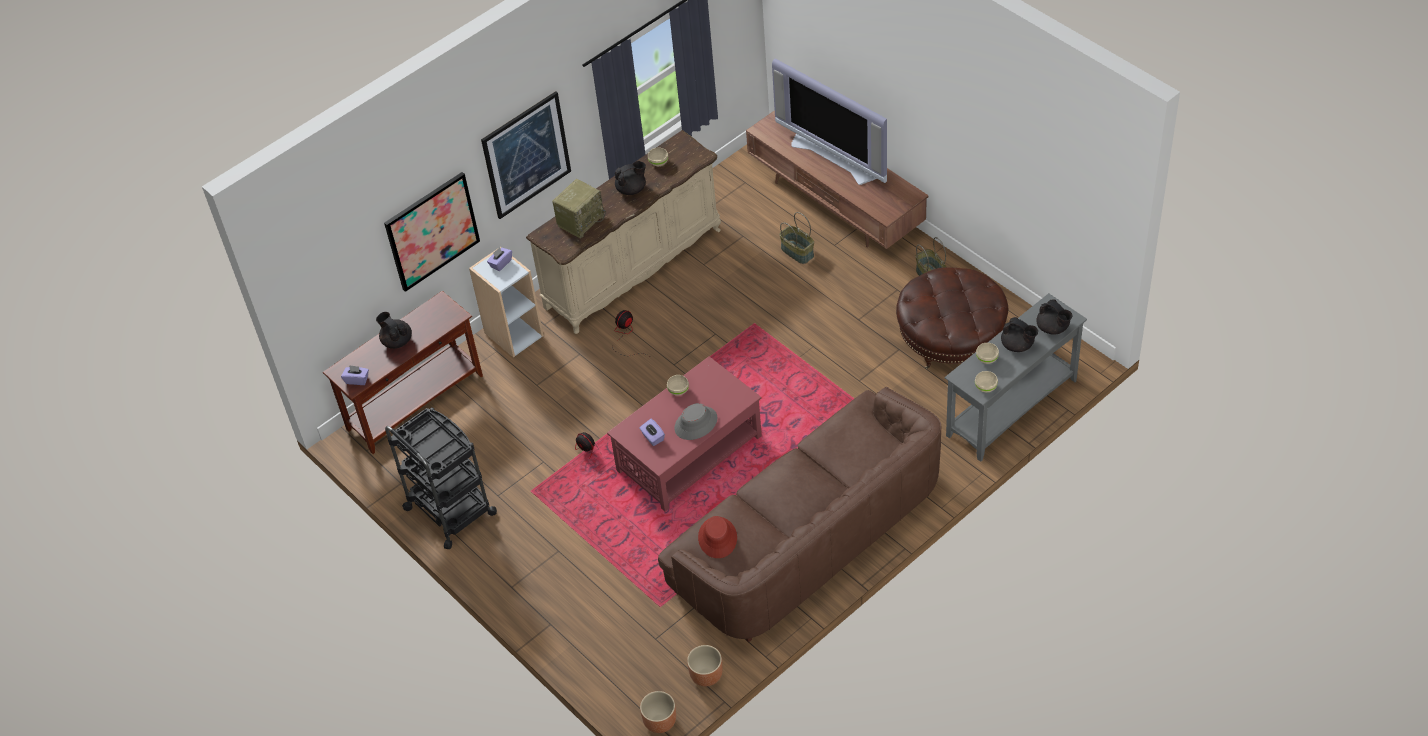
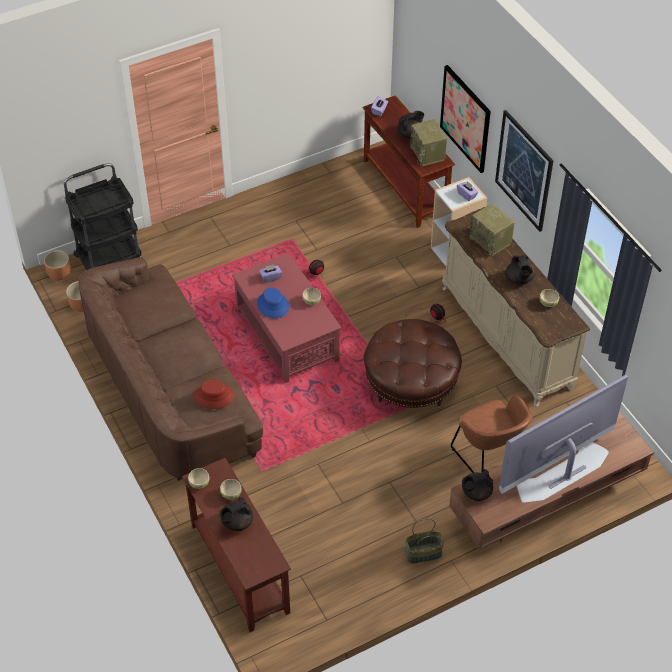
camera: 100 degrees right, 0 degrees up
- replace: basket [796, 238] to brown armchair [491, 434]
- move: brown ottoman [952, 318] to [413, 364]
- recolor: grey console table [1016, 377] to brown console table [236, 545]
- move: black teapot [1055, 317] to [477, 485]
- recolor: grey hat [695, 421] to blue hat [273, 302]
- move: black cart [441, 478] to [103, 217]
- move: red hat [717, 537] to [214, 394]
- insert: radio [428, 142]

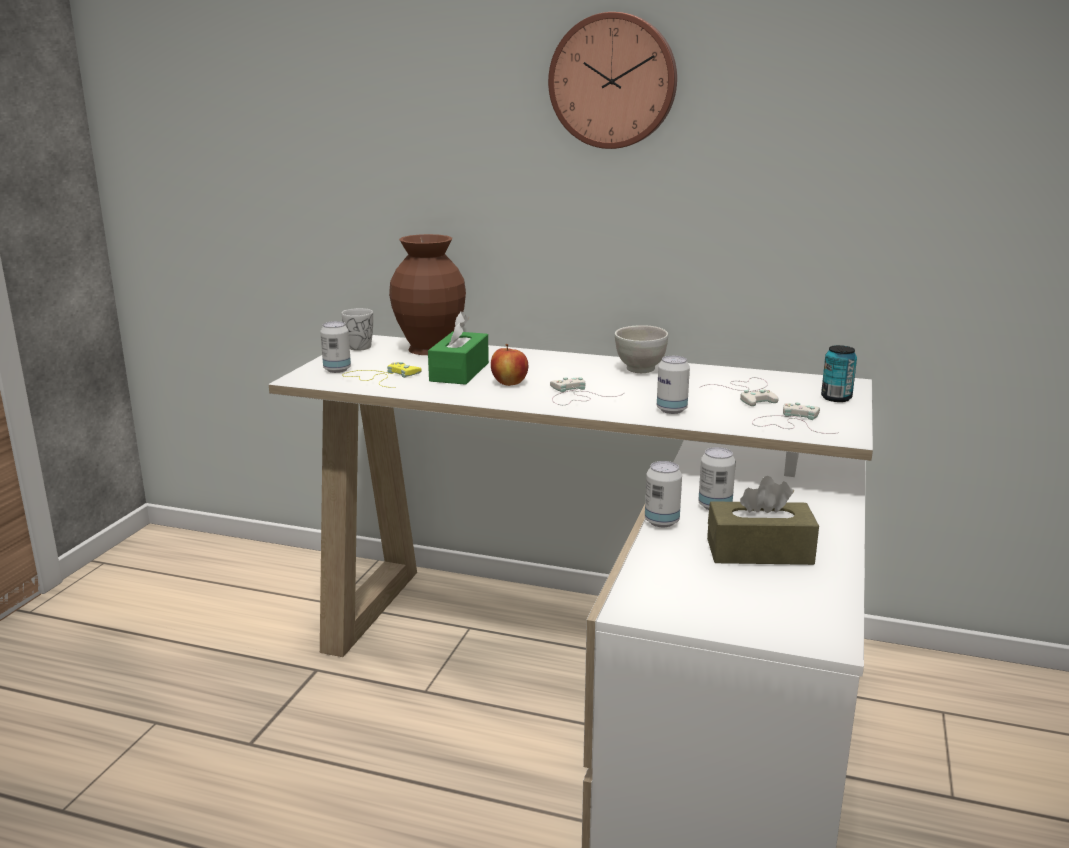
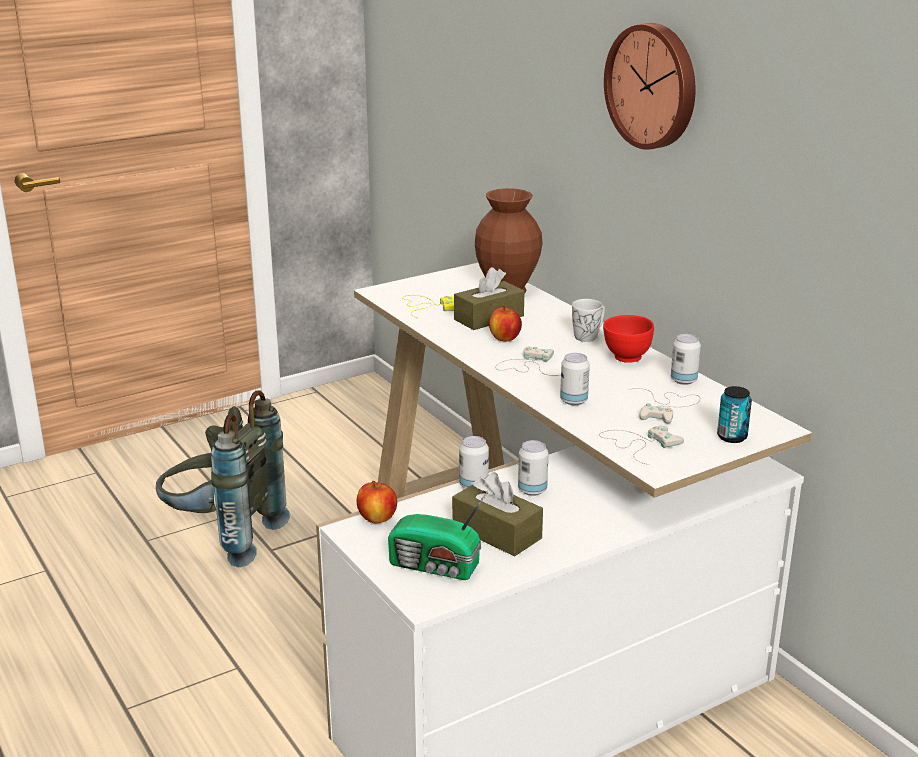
camera: 40 degrees right, 5 degrees up
- move: white mug [357, 329] to [588, 320]
- recolor: green tissue box [458, 348] to brown tissue box [489, 298]
- move: can [335, 347] to [686, 359]
- recolor: white bowl [641, 349] to red bowl [628, 339]
- insert: grey backpack [223, 479]
- insert: apple [377, 502]
- insert: radio [438, 535]

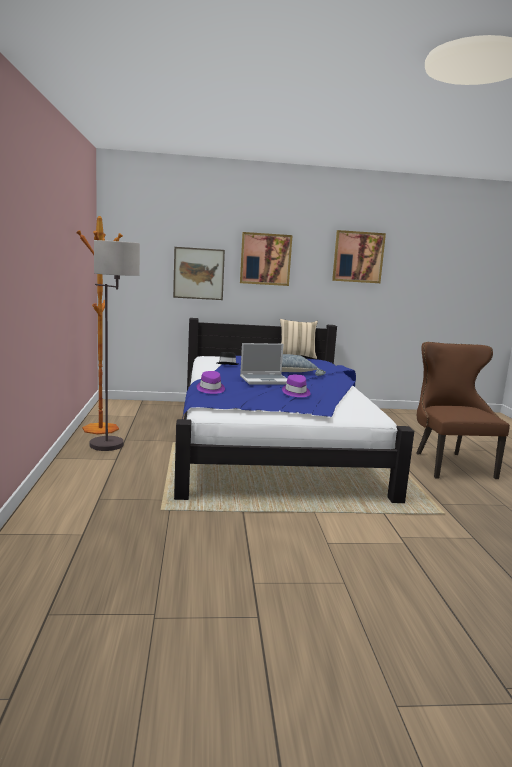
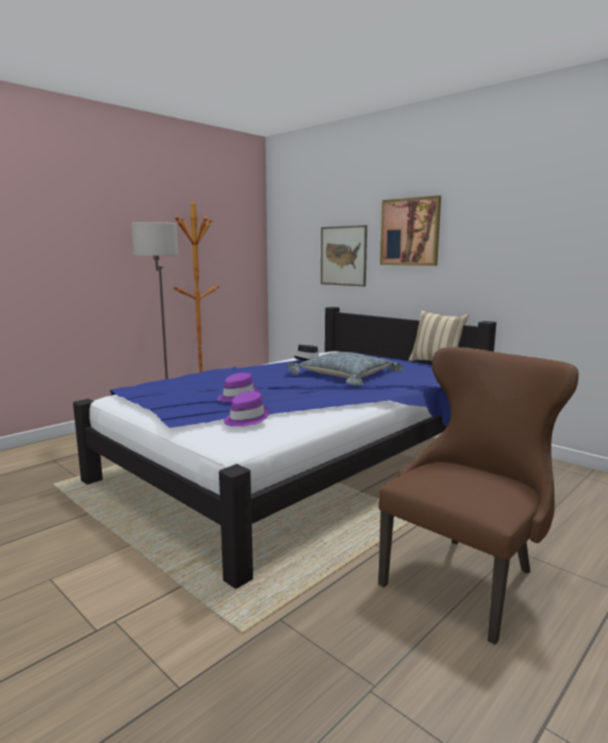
camera: 50 degrees right, 0 degrees up
- delete: picture [359, 256]
- delete: laptop [263, 364]
- move: purple hat [211, 382] to [246, 408]

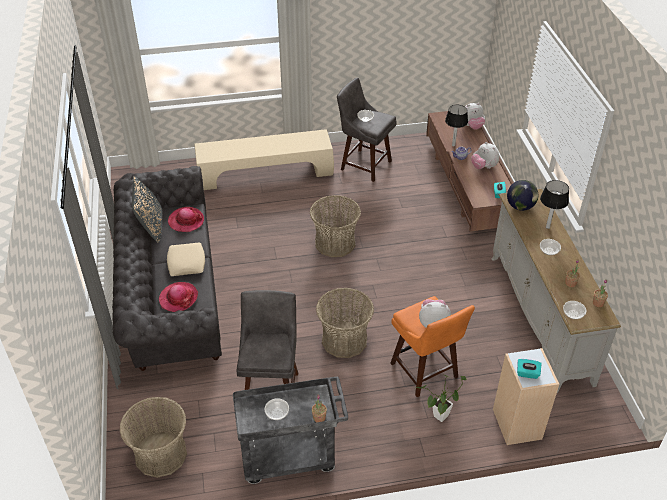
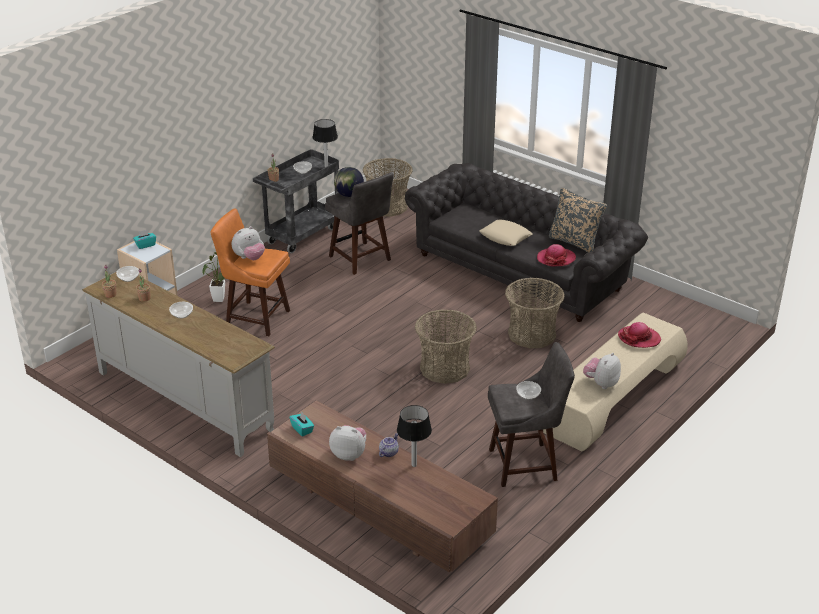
camera: 140 degrees right, 10 degrees down
- move: plush toy [475, 116] to [602, 371]
- move: globe [522, 195] to [349, 182]
- move: table lamp [554, 204] to [325, 143]
- move: hat [178, 297] to [639, 335]
- move: basket [345, 323] to [535, 313]

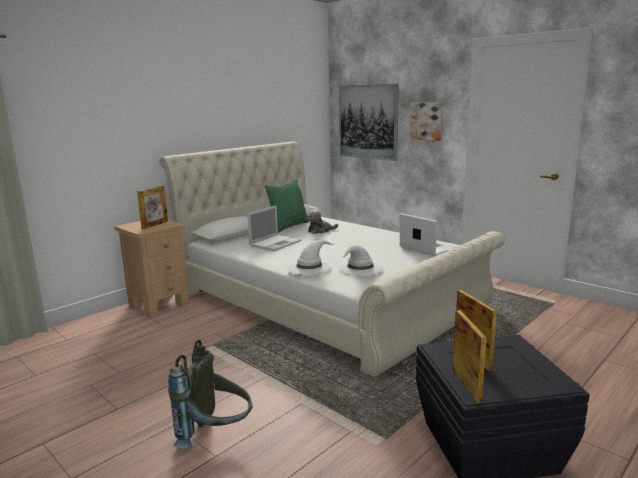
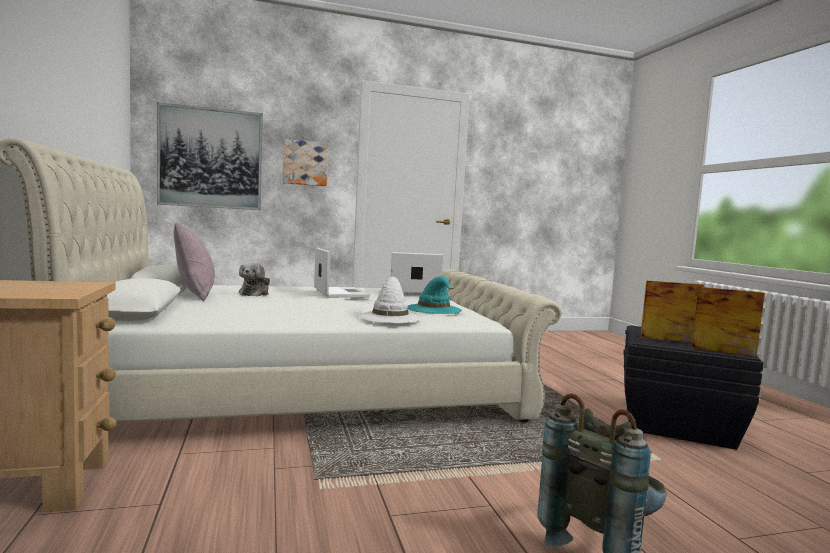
camera: 60 degrees left, 10 degrees down
- recolor: green pillow [287, 206] to purple pillow [194, 262]
- delete: picture frame [152, 207]
- move: laptop [274, 228] to [342, 272]
- recolor: white hat [360, 260] to turquoise hat [434, 295]

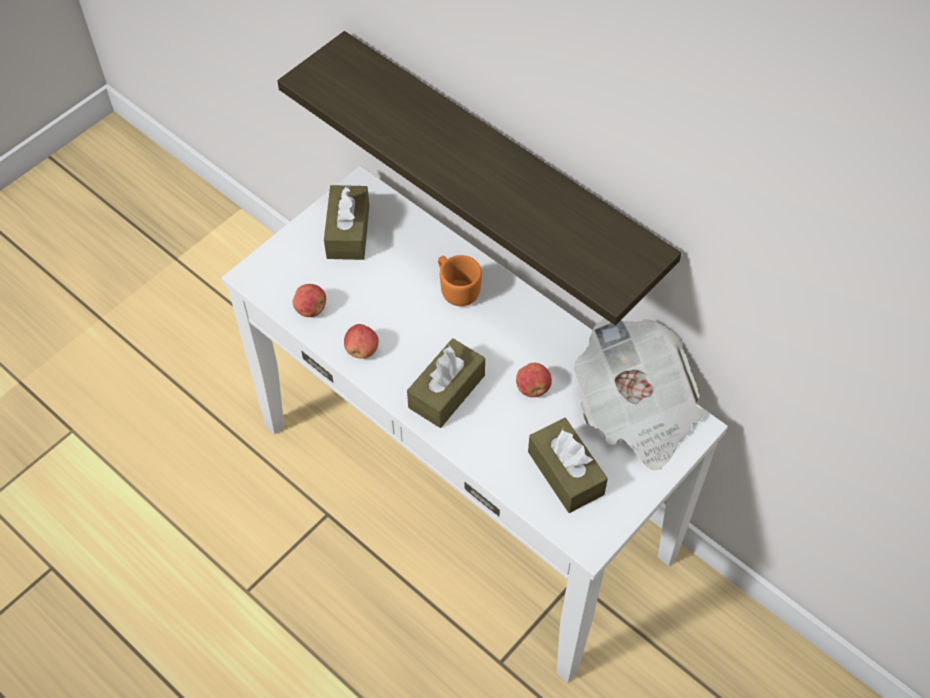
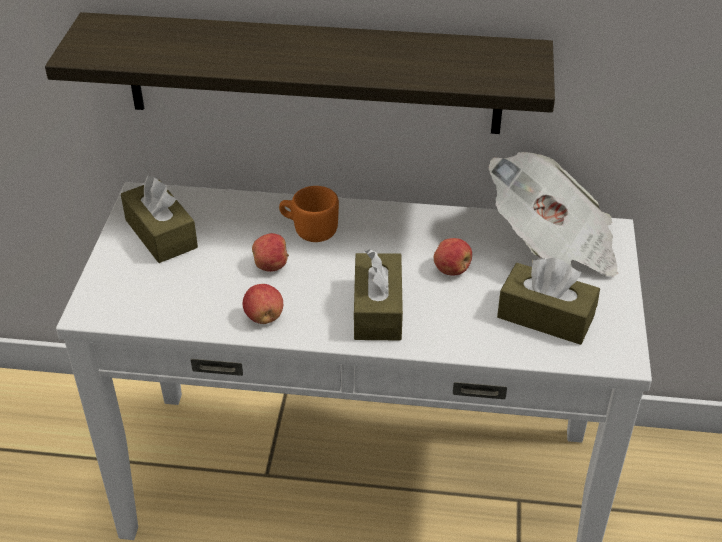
camera: 35 degrees left, 15 degrees down
- move: apple [309, 300] to [270, 252]

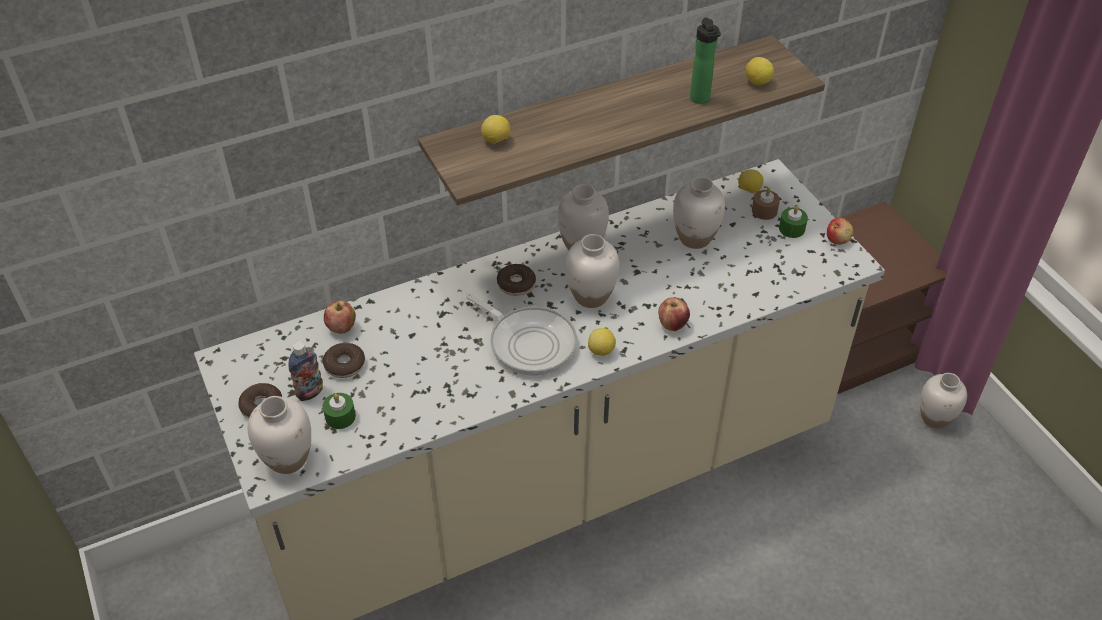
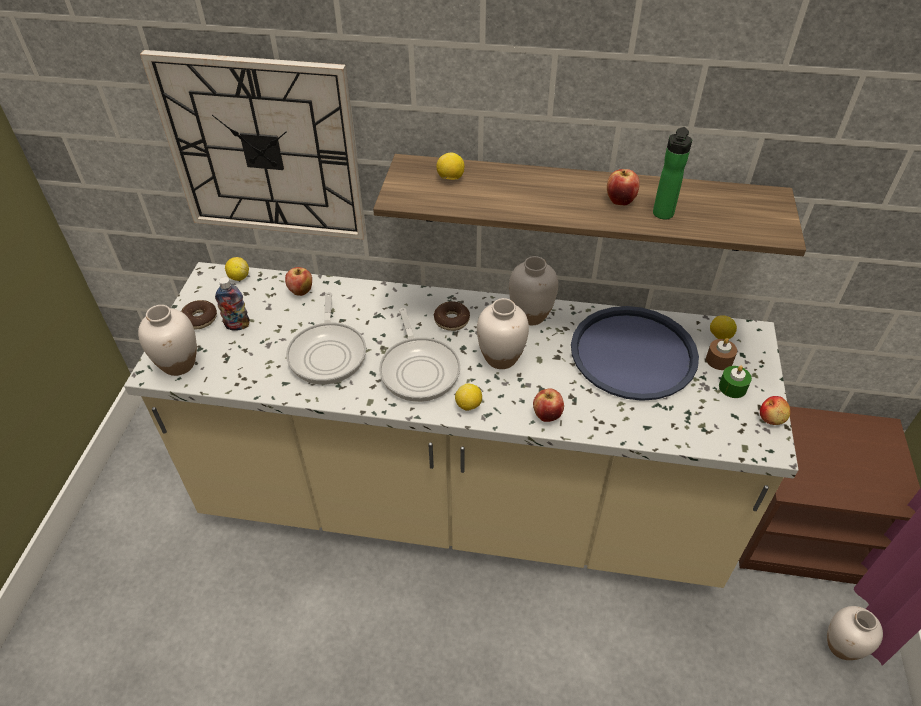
camera: 35 degrees right, 0 degrees up
- move: lemon [759, 71] to [237, 269]
- replace: white vase [699, 213] to blue tray [635, 353]
- delete: donut [344, 360]
- delete: green candle [339, 411]
- insert: wall clock [253, 145]
- insert: apple [623, 187]
- insert: frying pan [326, 338]

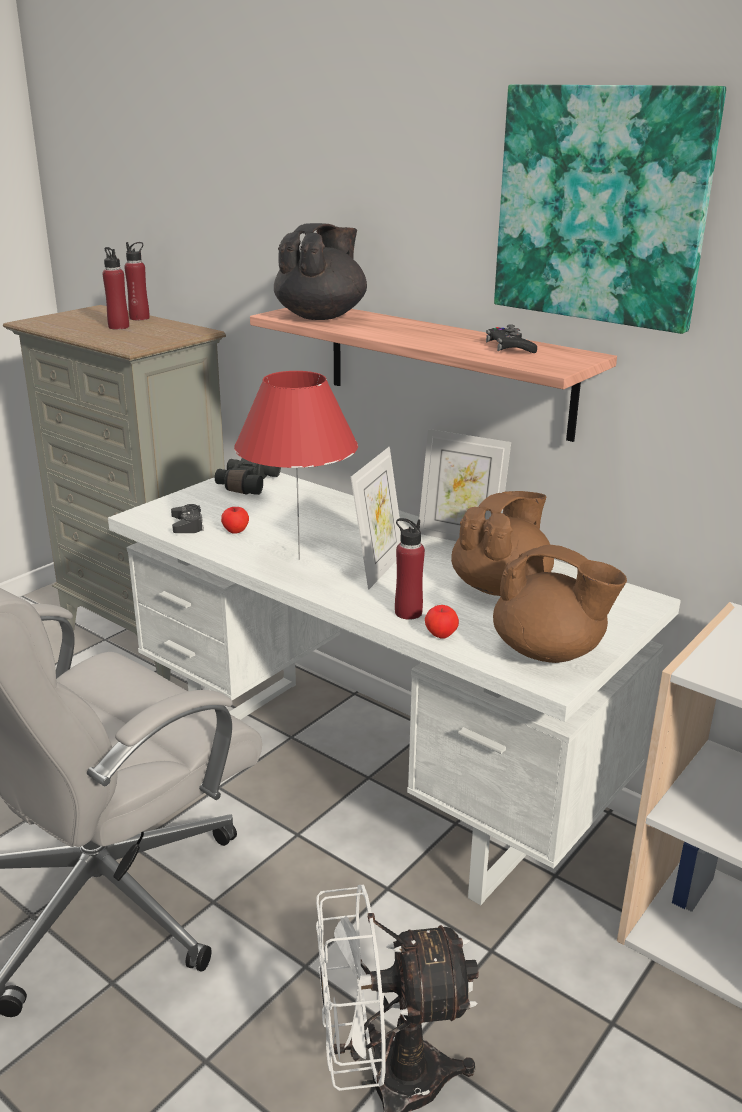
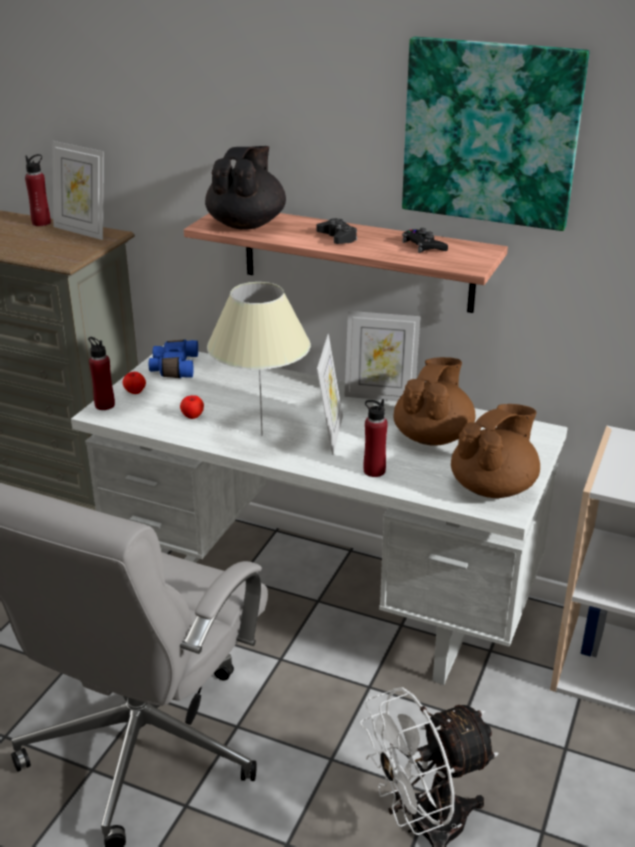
camera: 15 degrees left, 5 degrees up
- move: red bottle [115, 288] to [101, 373]
- recolor: red table lamp [296, 465] to beige table lamp [259, 359]
- recolor: black binoculars [248, 476] to blue binoculars [173, 359]
- move: black game controller [187, 518] to [336, 231]
- rotate: brown teapot [560, 604] = [495, 451] 60 degrees counterclockwise
- move: apple [442, 621] to [134, 383]
- insert: picture frame [78, 190]

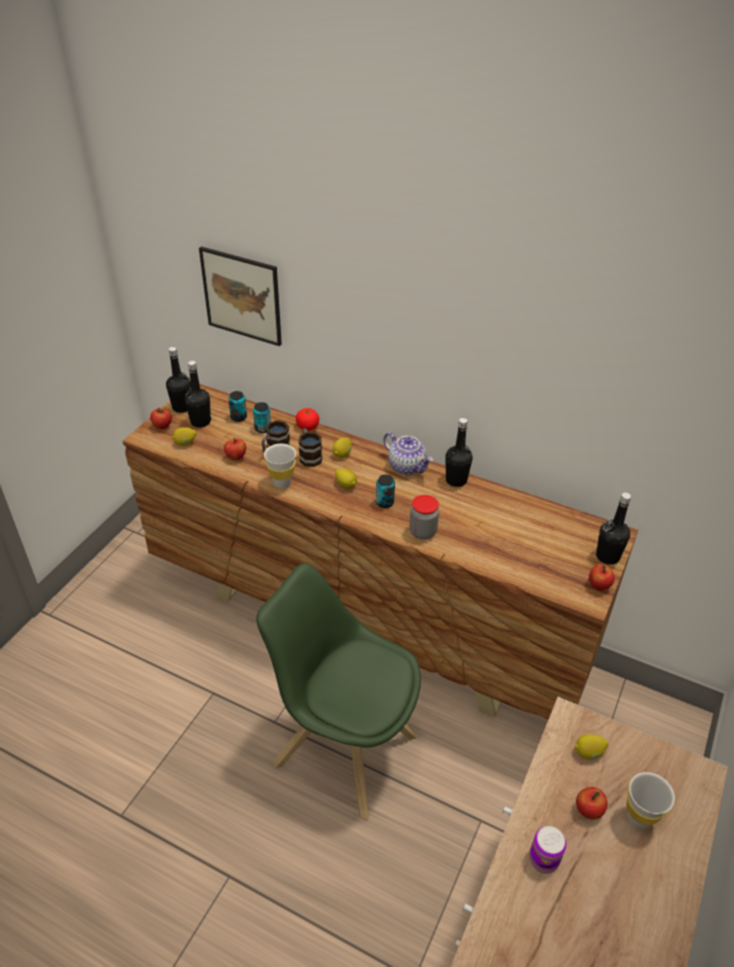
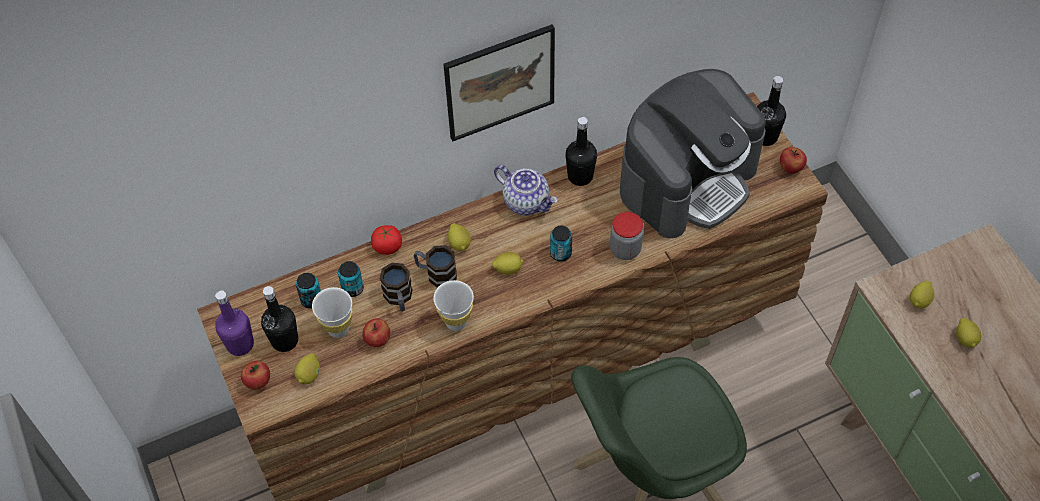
camera: 50 degrees left, 15 degrees up
- move: picture [240, 296] to [499, 82]
- recolor: black bottle [178, 380] to purple bottle [234, 323]
- rotate: teapot [408, 453] = [526, 190] 45 degrees clockwise
- move: white cup [651, 800] to [332, 312]
- replace: apple [591, 803] to lemon [968, 333]
- delete: can [547, 849]
- insert: coffee machine [693, 154]

